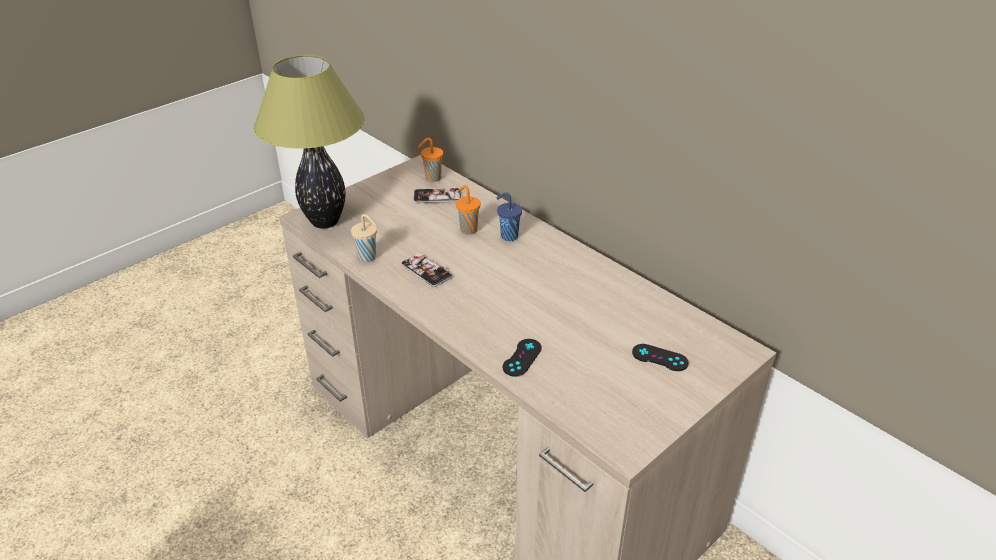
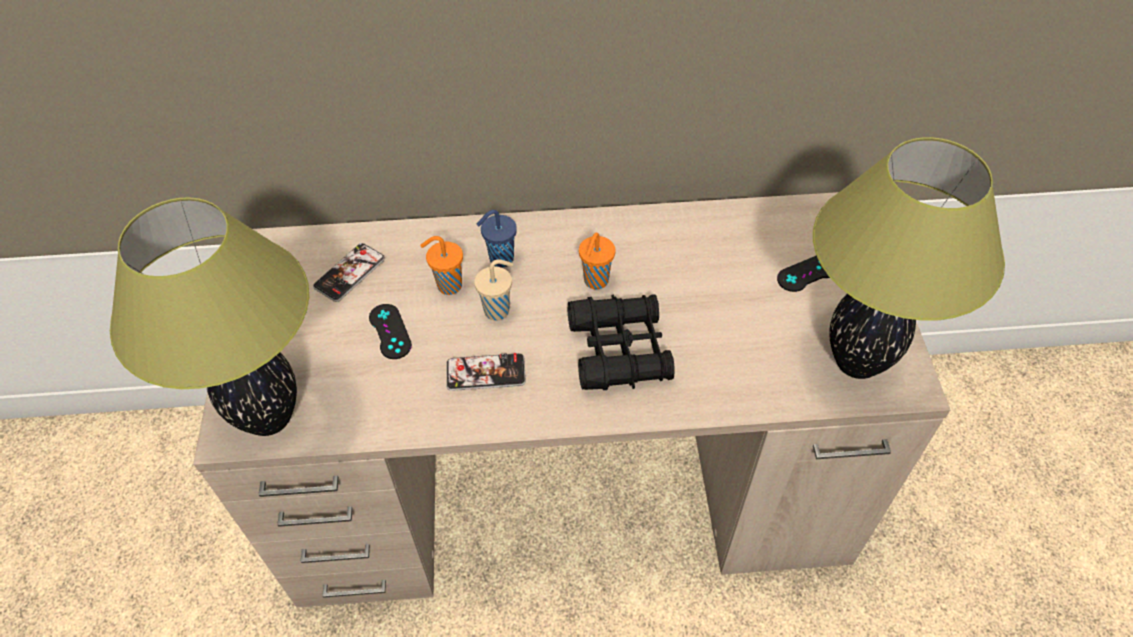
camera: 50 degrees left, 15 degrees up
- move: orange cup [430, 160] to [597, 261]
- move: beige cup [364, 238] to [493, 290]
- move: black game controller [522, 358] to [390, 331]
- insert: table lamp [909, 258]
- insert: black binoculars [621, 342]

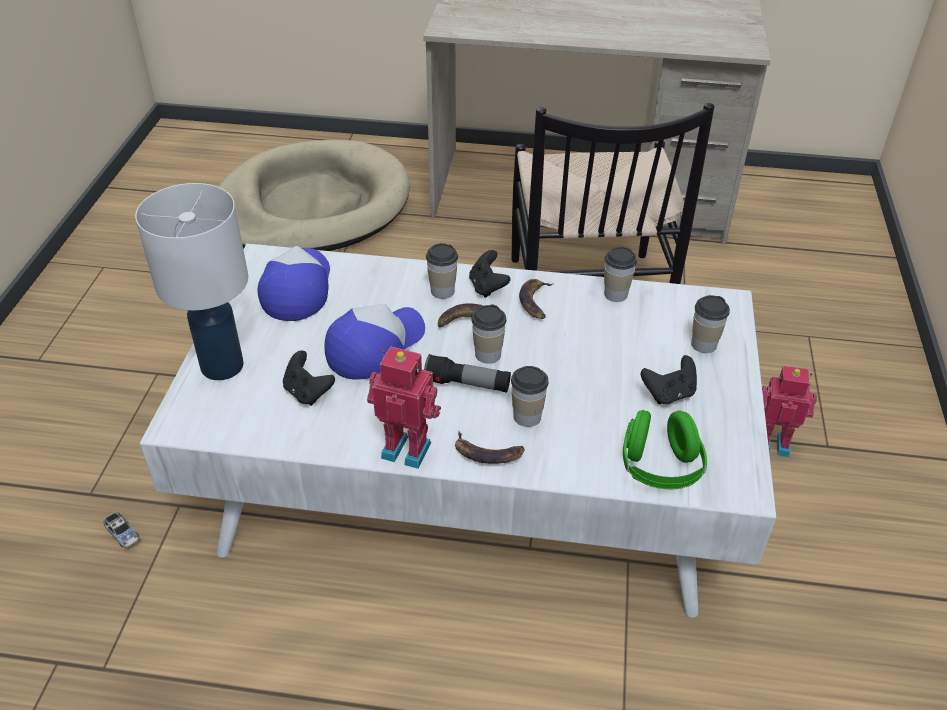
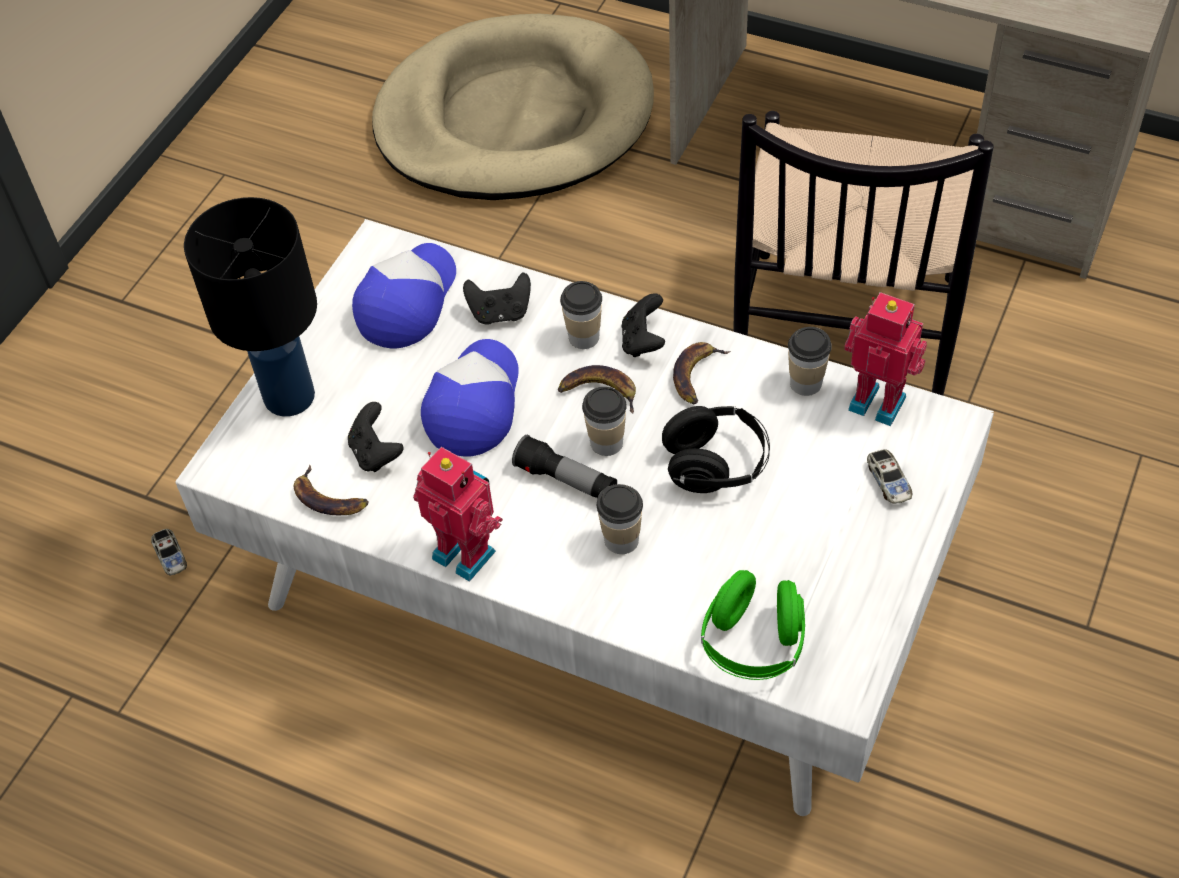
camera: 20 degrees right, 10 degrees up
- recolor: white table lamp [191, 281] to black table lamp [250, 307]
- replace: cup [710, 324] to toy car [889, 476]
- rotate: cap [374, 342] = [470, 397] 45 degrees counterclockwise
- move: black game controller [669, 379] to [497, 299]
- move: toy robot [789, 411] to [885, 359]
- move: banana [490, 447] to [331, 490]
- insert: black headphones [716, 449]

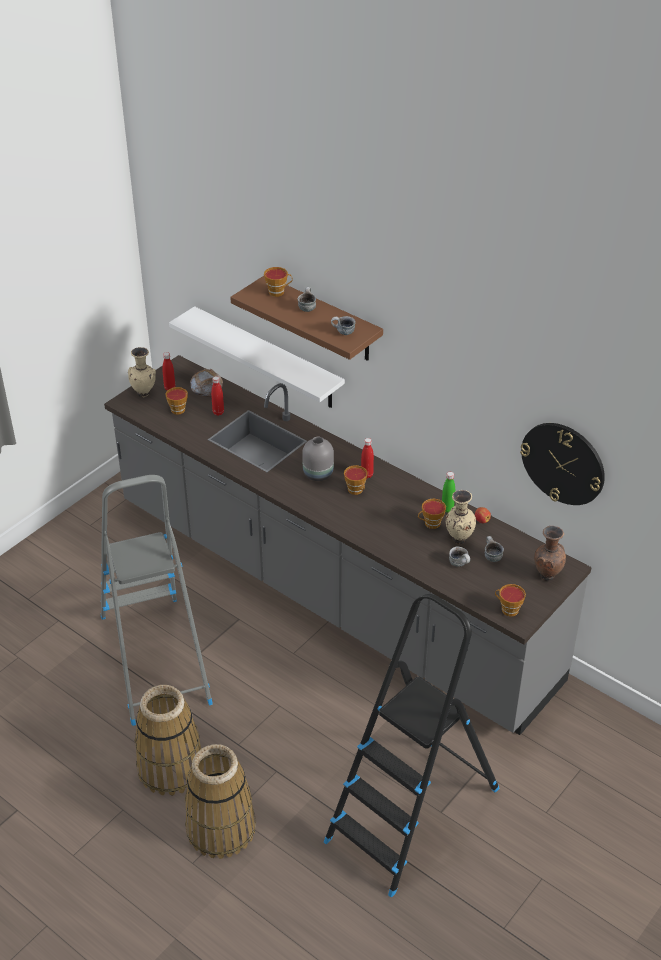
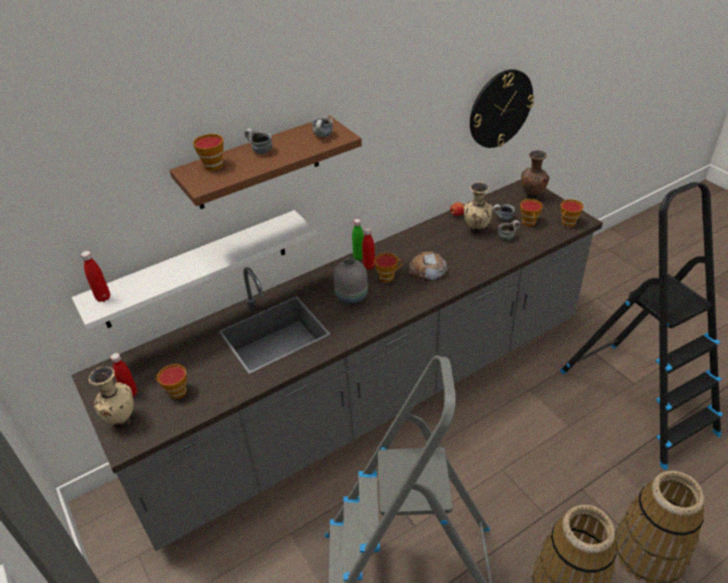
camera: 70 degrees left, 0 degrees up
- move: bread [206, 382] to [428, 266]
- move: red bottle [217, 396] to [95, 276]
- move: green bottle [448, 492] to [358, 239]
- move: cup [432, 514] to [531, 212]

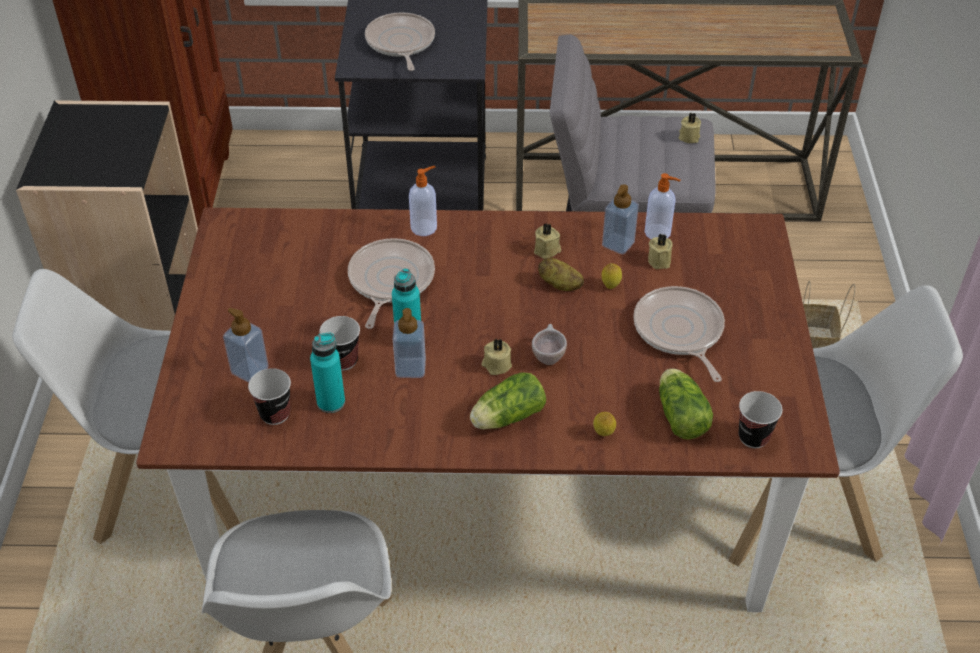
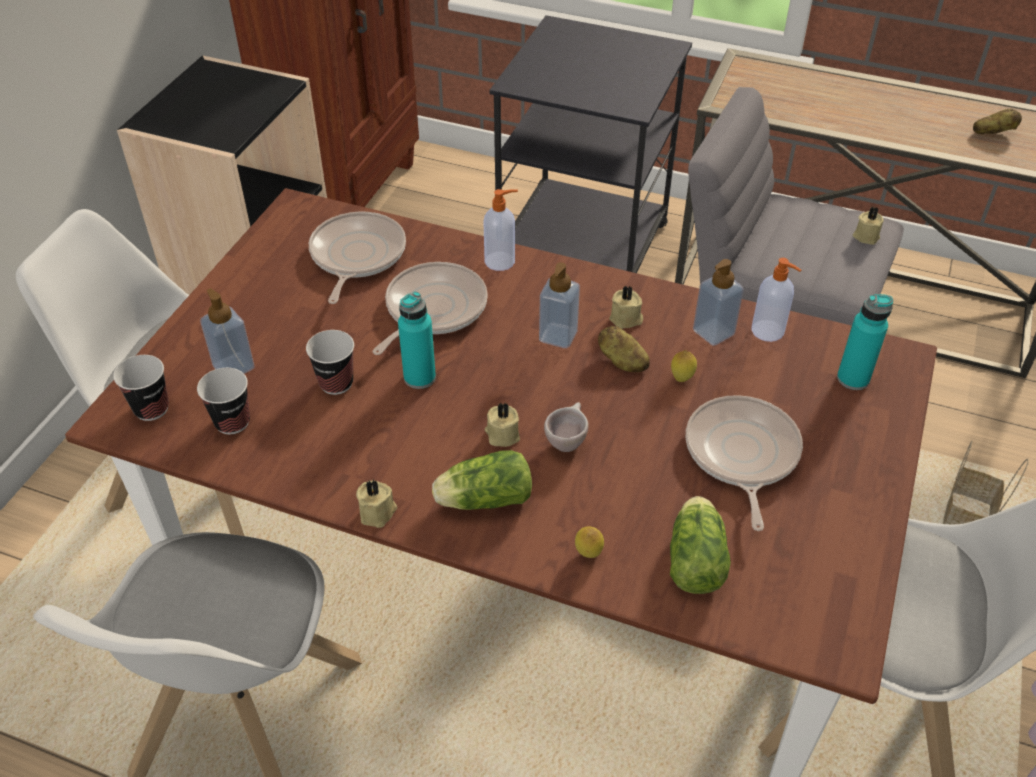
camera: 20 degrees right, 0 degrees up
- move: frying pan [400, 42] to [357, 258]
- move: beige candle [660, 251] to [376, 504]
- move: soap dispenser [409, 343] to [559, 305]
- move: turquoise bottle [327, 373] to [865, 342]
- move: cup [760, 419] to [141, 388]
- insert: potato [997, 121]

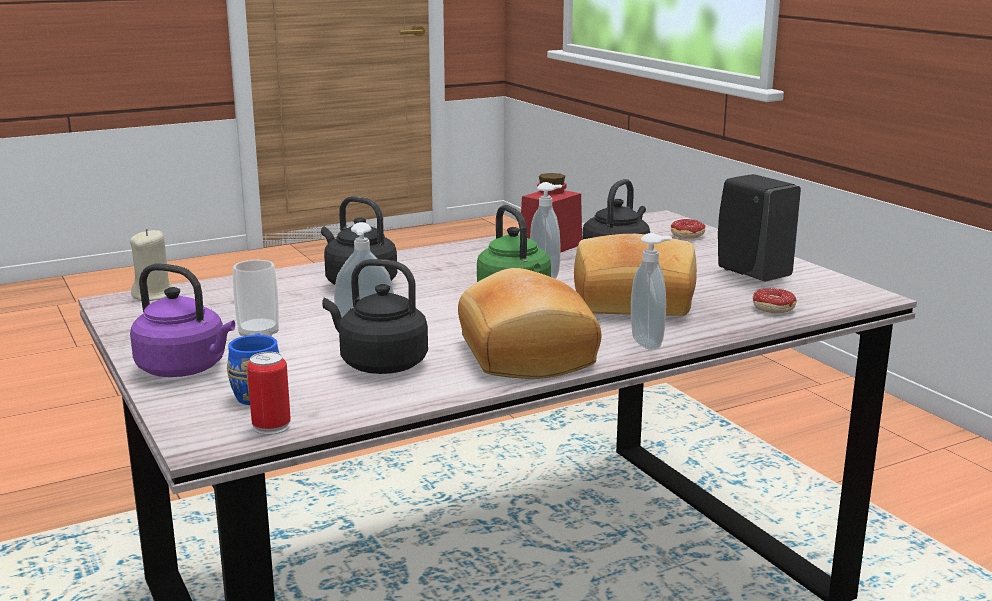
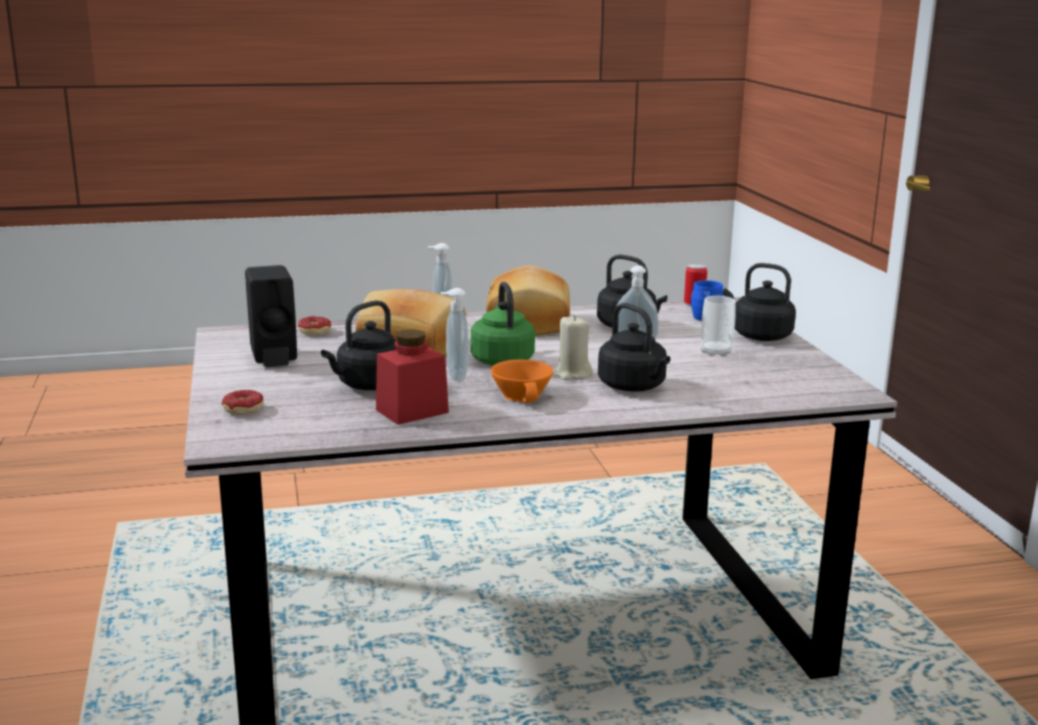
camera: 165 degrees left, 0 degrees up
- move: beige candle [151, 265] to [573, 347]
- recolor: purple kettle [182, 320] to black kettle [759, 302]
- insert: orange cup [521, 381]

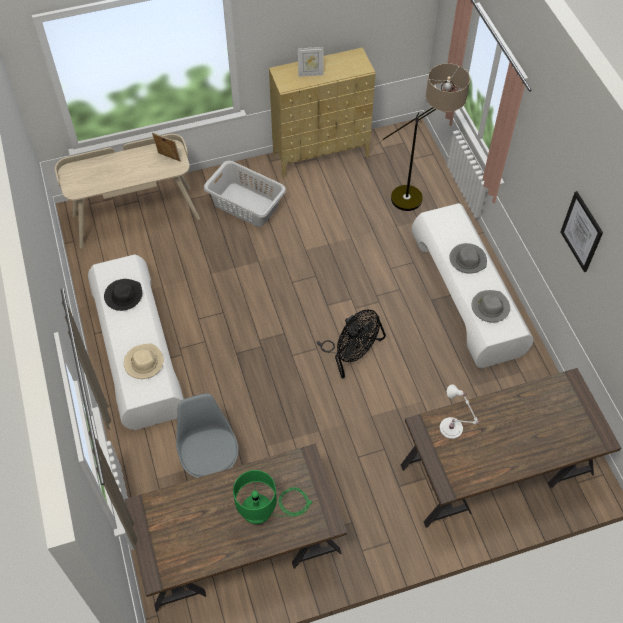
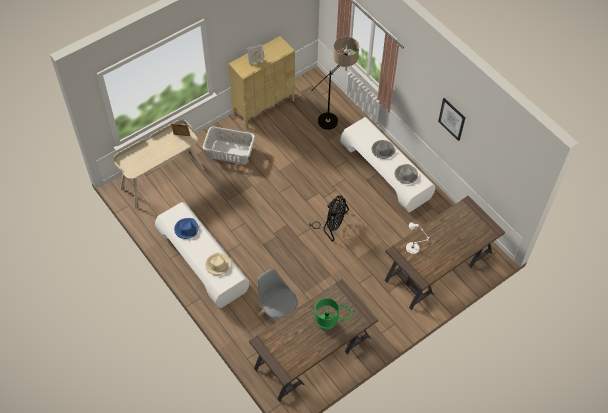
camera: 20 degrees left, 0 degrees up
- recolor: black hat [123, 295] to blue hat [186, 228]

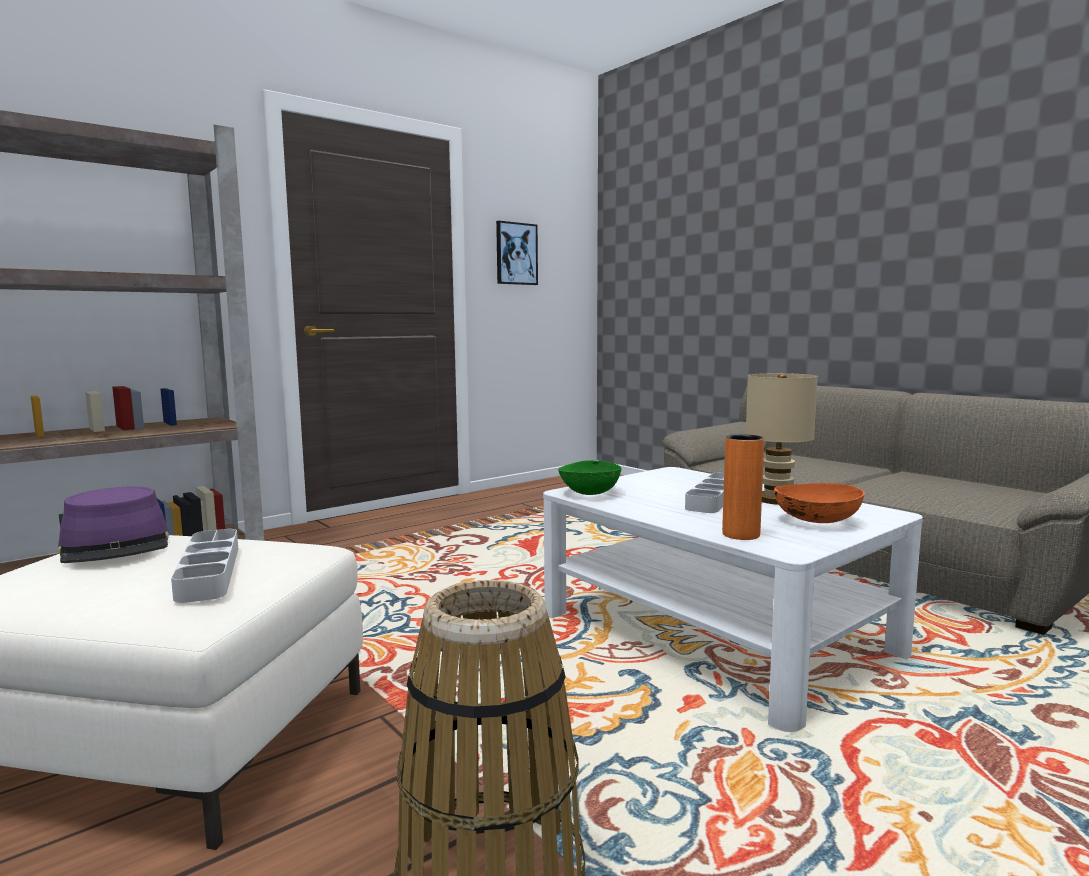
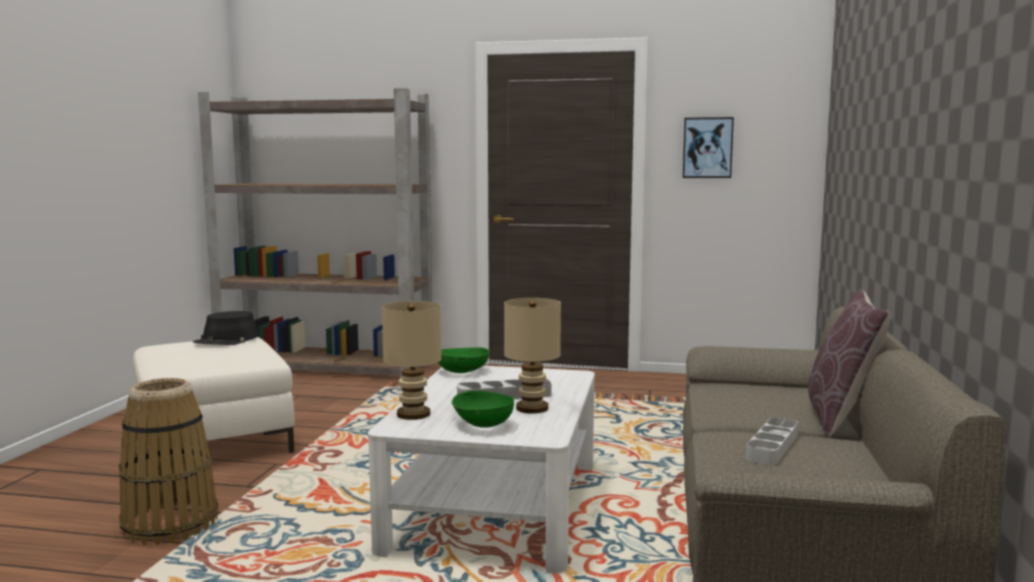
camera: 50 degrees right, 0 degrees up
- replace: orange vase [743, 487] to beige table lamp [411, 360]
- recolor: orange bowl [819, 503] to green bowl [482, 409]
- recolor: purple hat [114, 524] to black hat [225, 328]
- move: grey tray [204, 566] to [772, 441]
- insert: brown pillow [849, 363]

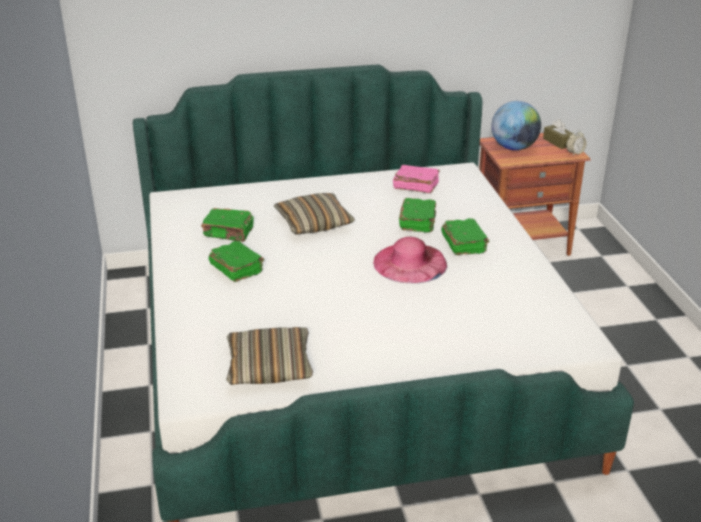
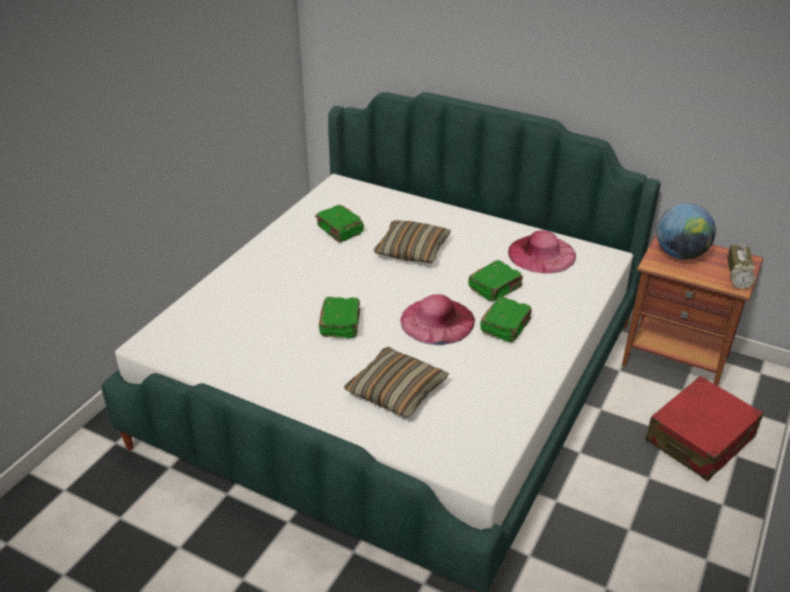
camera: 40 degrees right, 5 degrees up
- replace: pink book [416, 179] to pink hat [542, 251]
- move: green book [236, 261] to [339, 318]
- move: pillow [269, 356] to [396, 382]
- insert: red suitcase [704, 428]

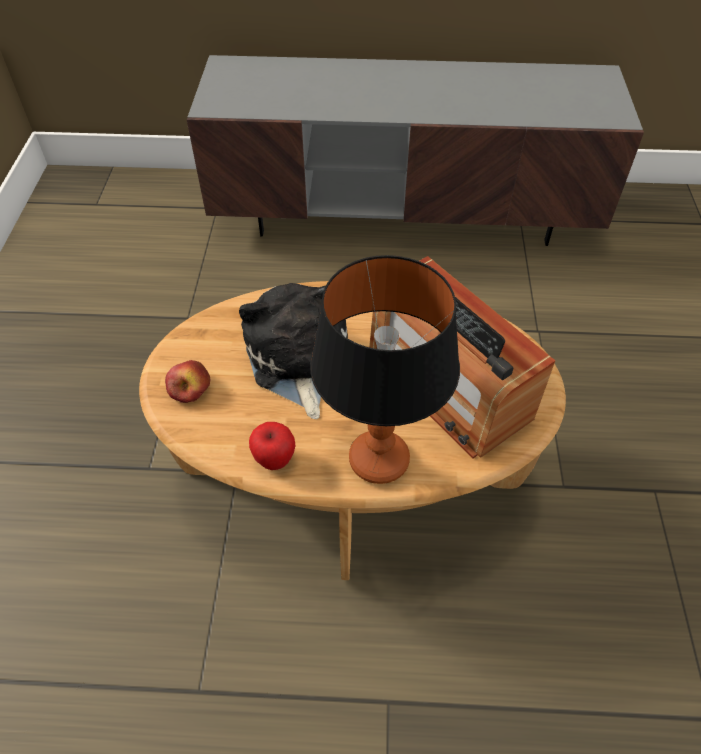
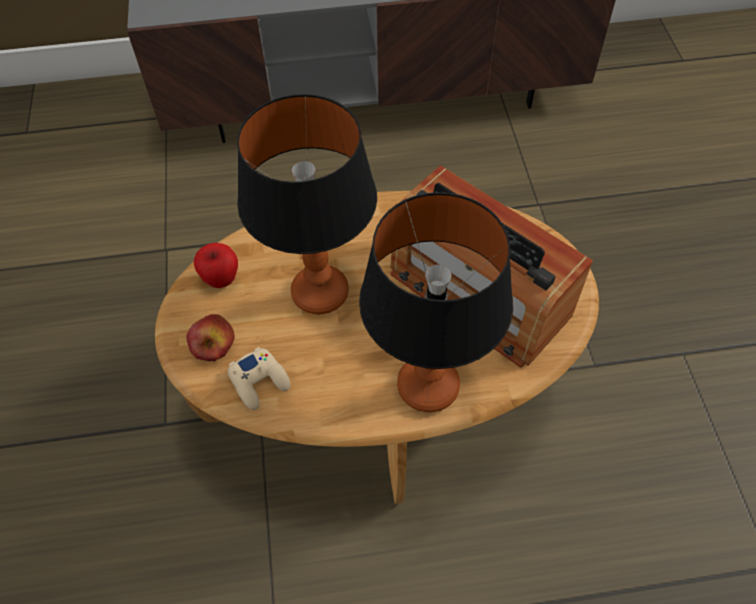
camera: 10 degrees left, 5 degrees up
- replace: plush toy [293, 351] to table lamp [307, 204]
- move: apple [272, 446] to [216, 265]
- insert: beige game controller [258, 378]

